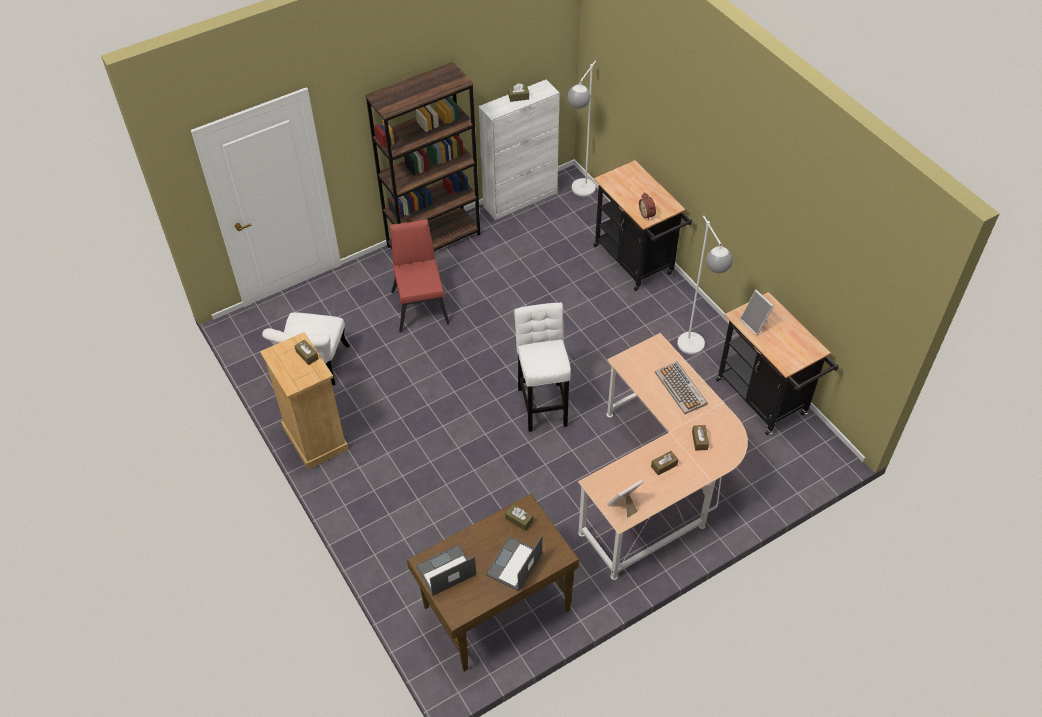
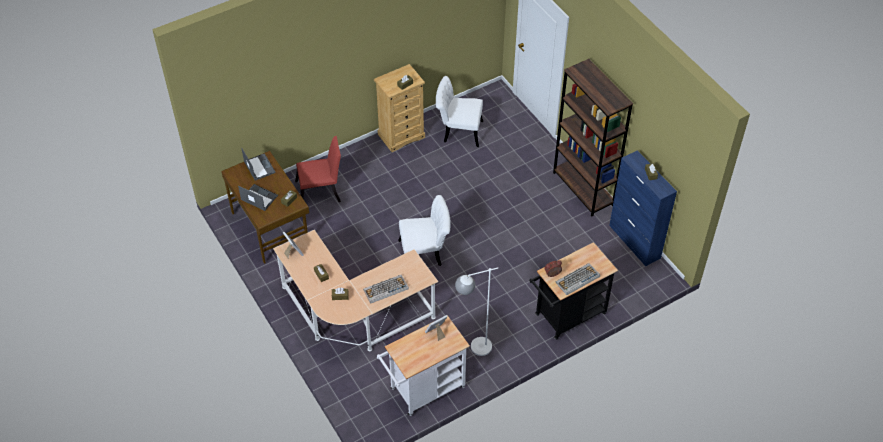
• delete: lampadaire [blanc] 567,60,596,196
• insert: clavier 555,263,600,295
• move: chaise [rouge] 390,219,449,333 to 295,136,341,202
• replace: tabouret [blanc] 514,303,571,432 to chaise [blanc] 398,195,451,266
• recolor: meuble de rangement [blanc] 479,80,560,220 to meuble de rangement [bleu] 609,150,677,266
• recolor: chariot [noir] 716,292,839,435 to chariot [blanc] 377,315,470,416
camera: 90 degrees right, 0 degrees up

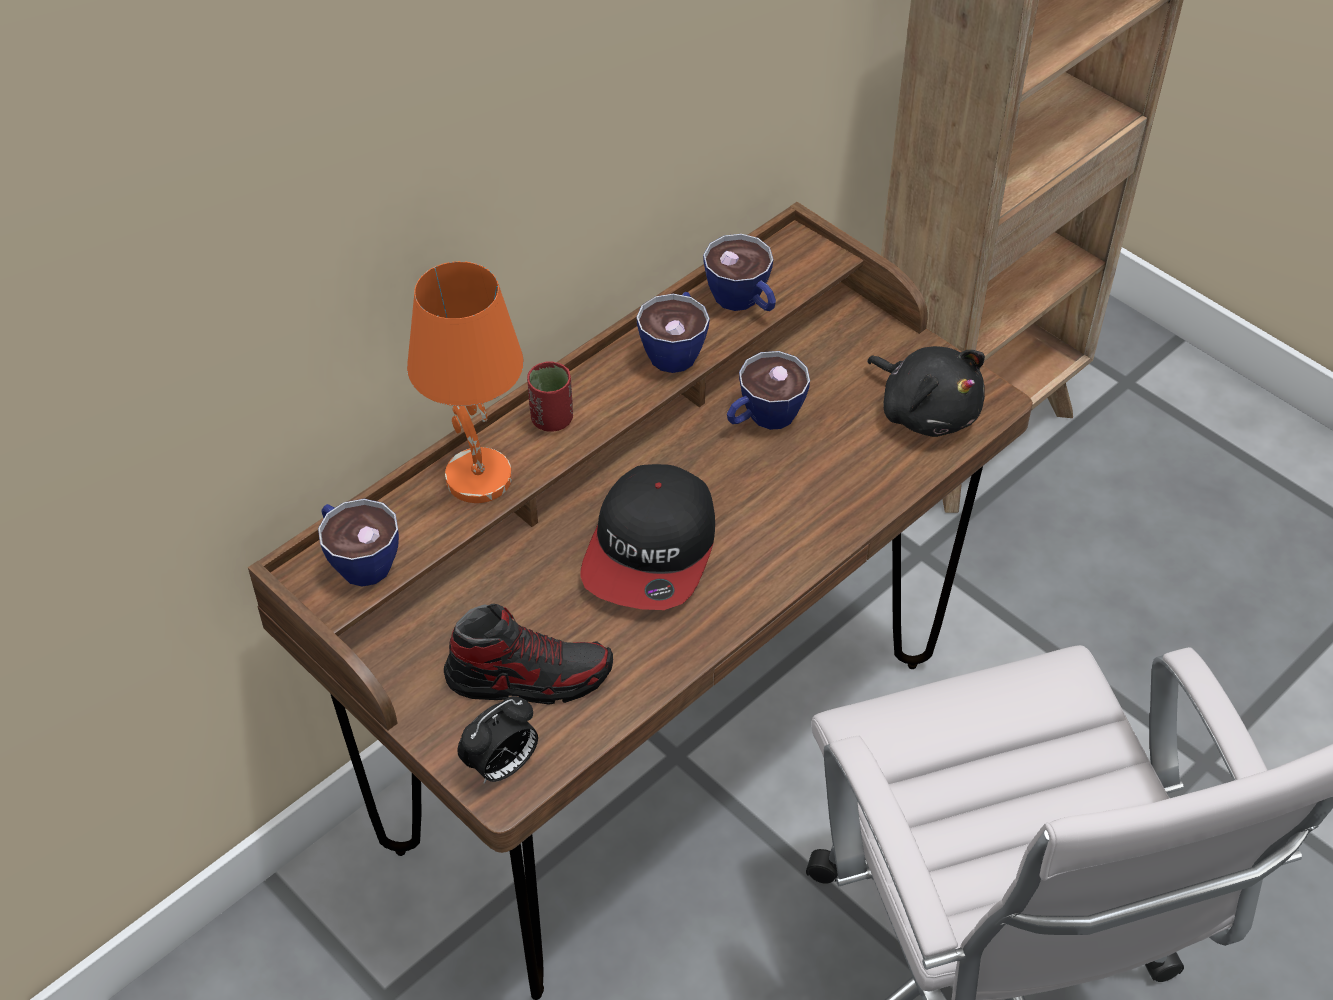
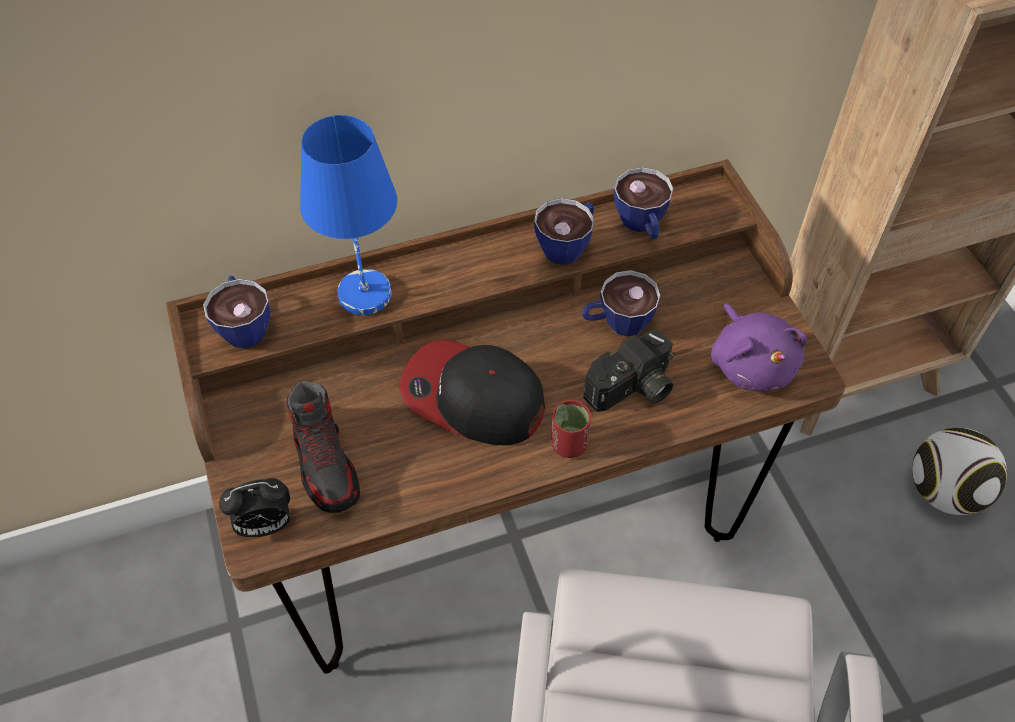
• insert: appareil photo 584,329,673,412
• insert: ballon de foot 912,428,1007,515
• move: tasse [rouge] 527,361,573,432 to 551,400,591,458
• recolor: lampe de table [orange] 407,261,523,503 to lampe de table [bleu] 300,115,397,315
• recolor: peluche [noir] 867,346,985,437 to peluche [violet] 711,303,807,391
• rotate: chaussure 444,604,613,705 = 286,381,360,513 45 degrees clockwise
• rotate: casquette 580,464,715,610 = 399,340,545,446 75 degrees clockwise
camera: 25 degrees right, 5 degrees up

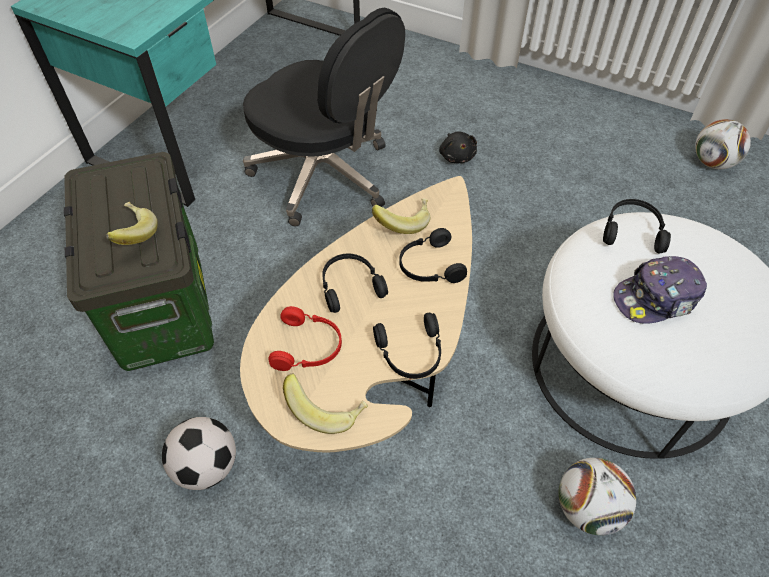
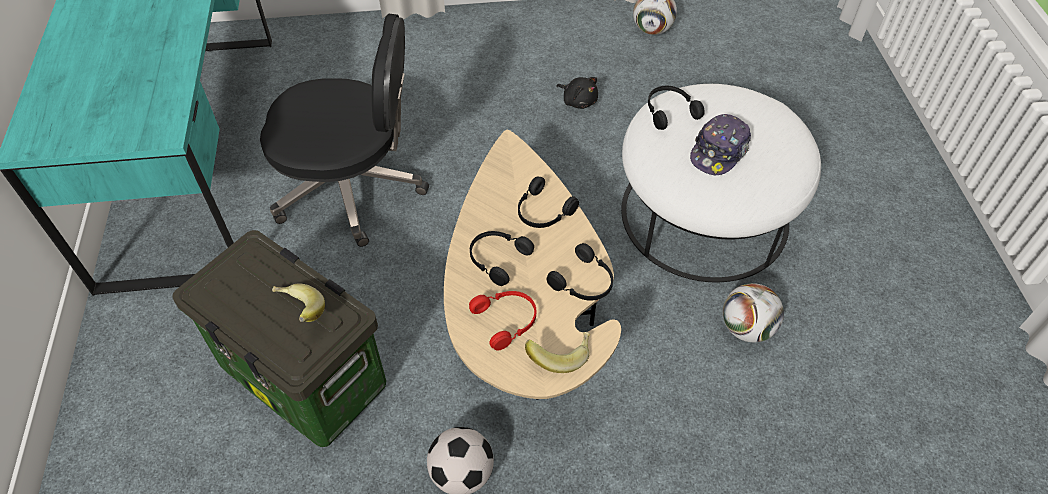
• delete: banane 372,198,430,234
• move: peluche [noir] 439,131,477,163 to 556,77,598,109
camera: 35 degrees left, 0 degrees up

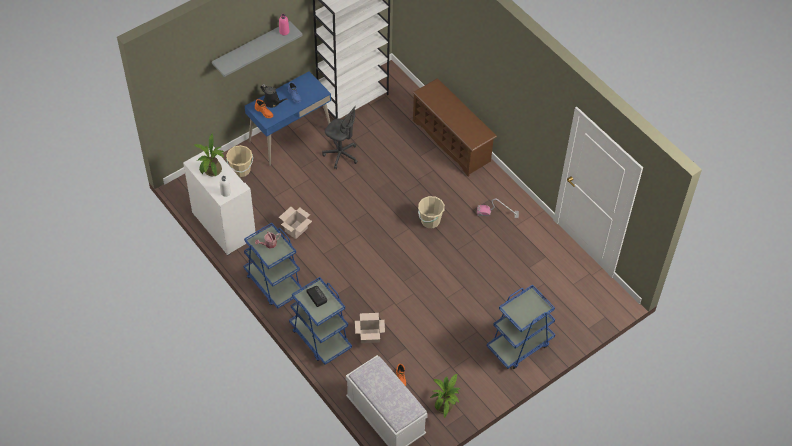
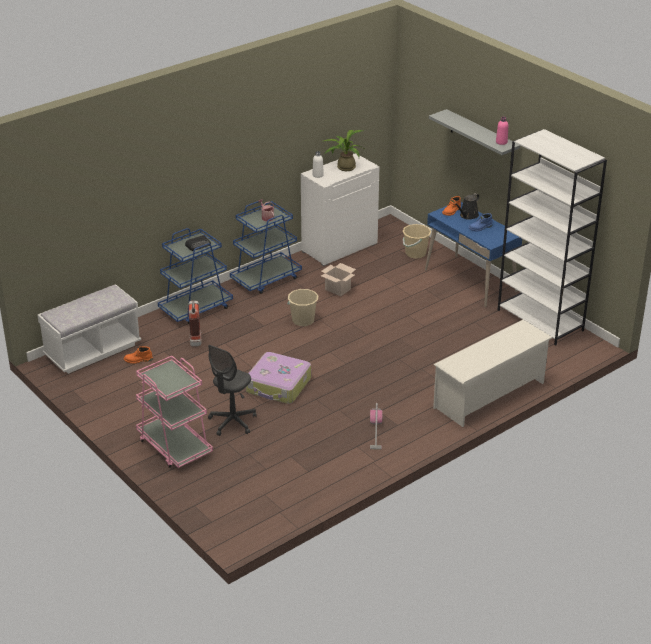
• delete: plante en pot 430,374,460,419
• insert: valise 246,352,311,404
• move: chaise de bureau [gris] 322,106,358,169 to 208,345,257,436
• move: seau [beige] 418,196,445,228 to 287,289,318,326
• replace: carton 355,313,385,343 to extincteur 189,300,202,347
• recolor: étagère à chaussures [marron] 412,78,497,176 to étagère à chaussures [blanc] 433,320,553,427
• recolor: chariot [bleu] 487,285,555,369 to chariot [rose] 136,356,213,468
camera: 90 degrees right, 20 degrees down

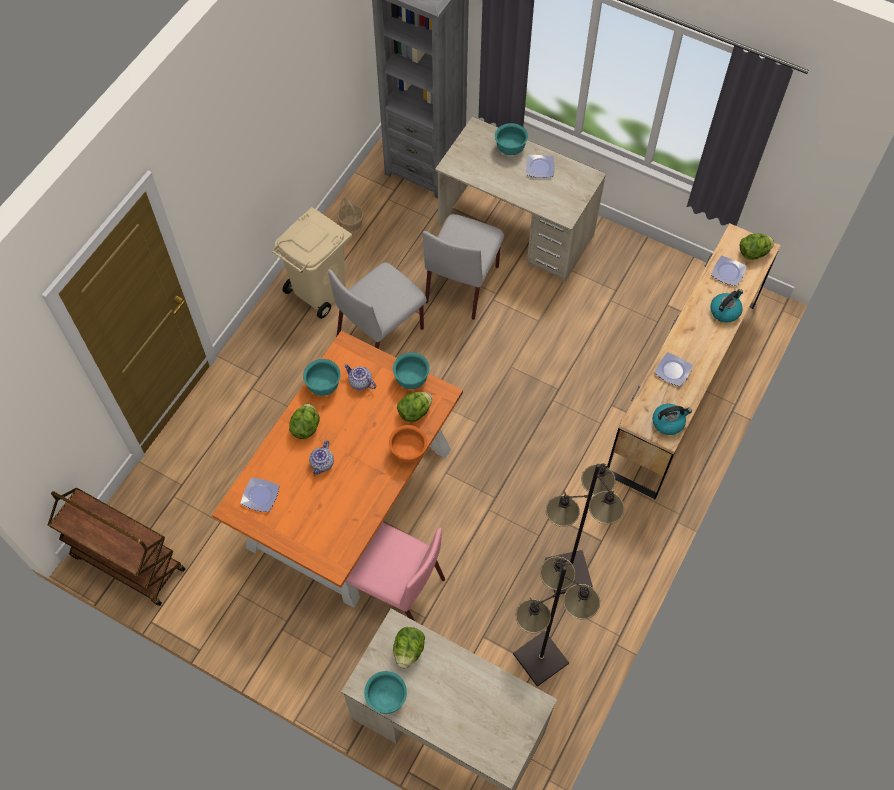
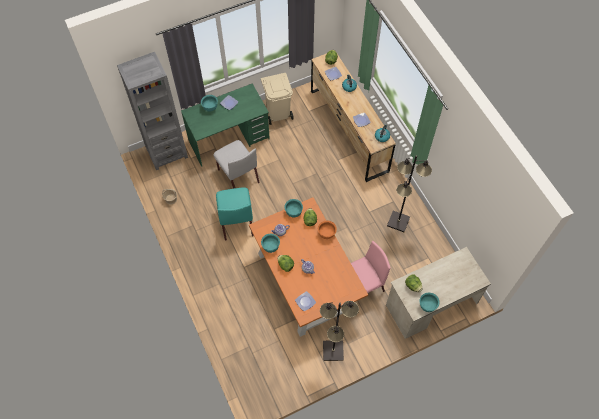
• delete: chariot [marron] 48,488,185,606
• move: poubelle [beige] 272,207,352,319 to 261,73,294,125
• move: lampadaire [noir] 513,556,600,687 to 320,301,359,361
• recolor: chaise [gris] 328,262,427,349 to chaise [turquoise] 216,187,254,241
• recolor: bureau [beige] 435,116,606,283 to bureau [vert] 181,84,270,167
camera: 55 degrees left, 0 degrees up

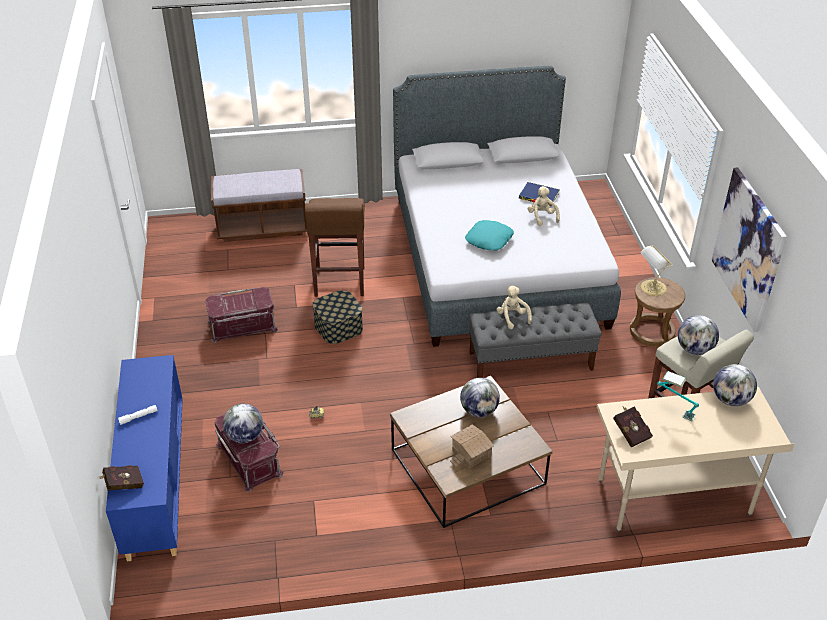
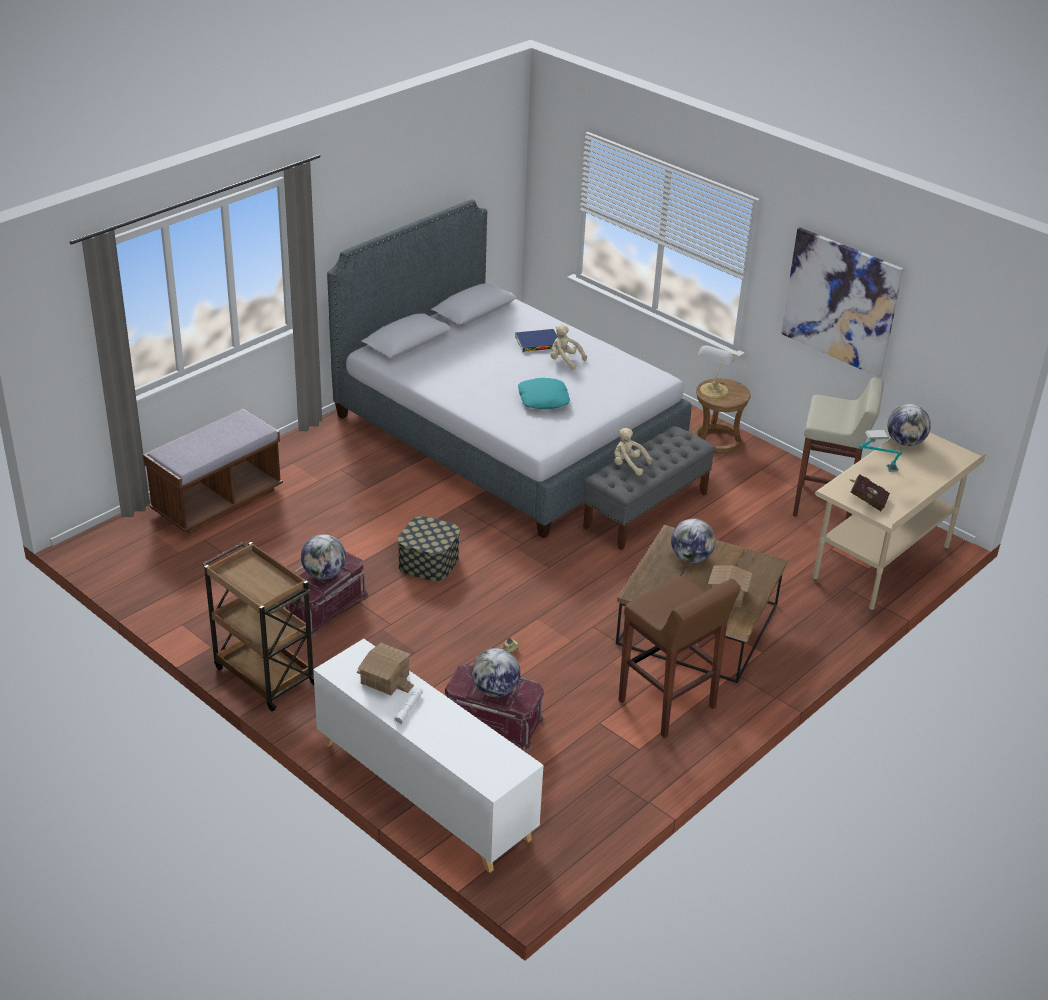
• delete: livre [rouge] 99,465,144,491
• insert: chariot [marron] 202,542,314,711
• insert: maison miniature 357,643,414,695
• move: tabouret [marron] 305,198,365,297 to 619,576,741,738
• move: globe 678,315,719,355 to 301,534,346,579
• recolor: meuble de rangement [bleu] 106,355,183,561 to meuble de rangement [blanc] 313,639,544,873
camera: 40 degrees left, 5 degrees down

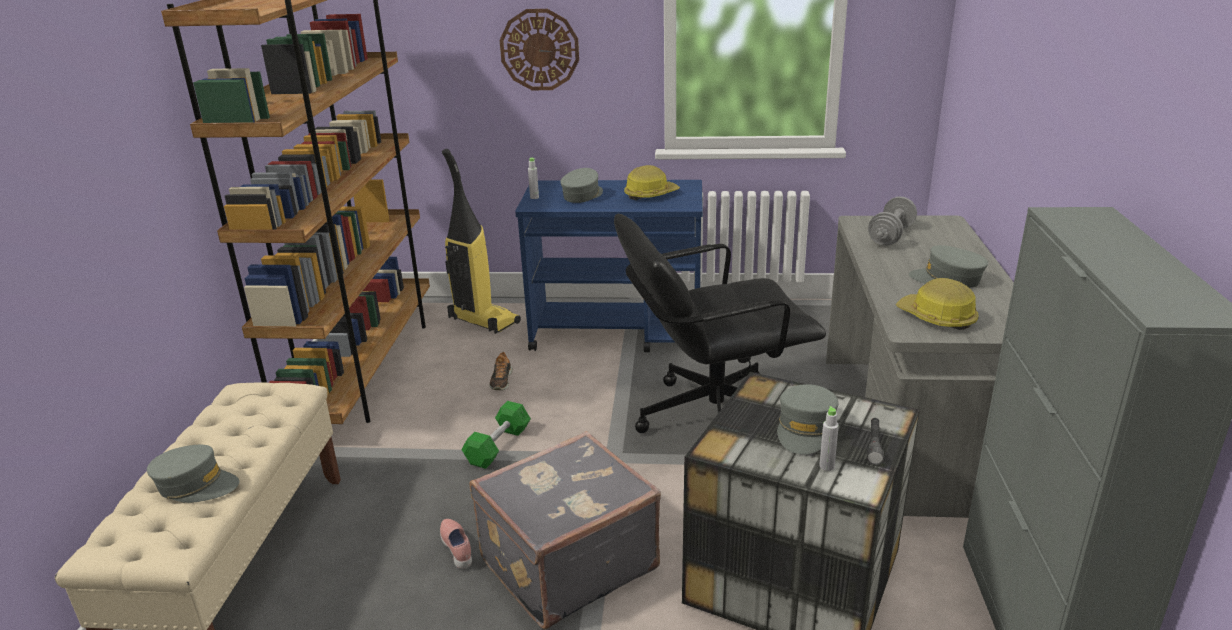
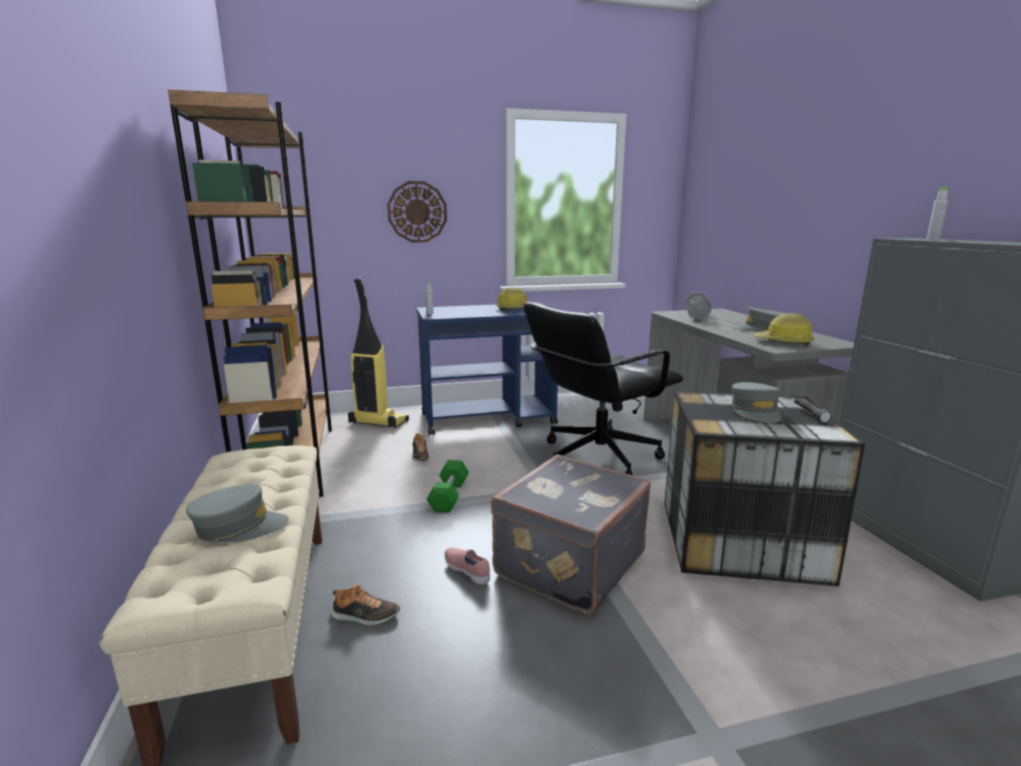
• delete: casquette [gris] 560,168,603,203
• insert: chaussure 330,584,400,625
• move: bouteille [gris] 819,406,839,471 to 927,187,948,240
camera: 20 degrees left, 10 degrees down

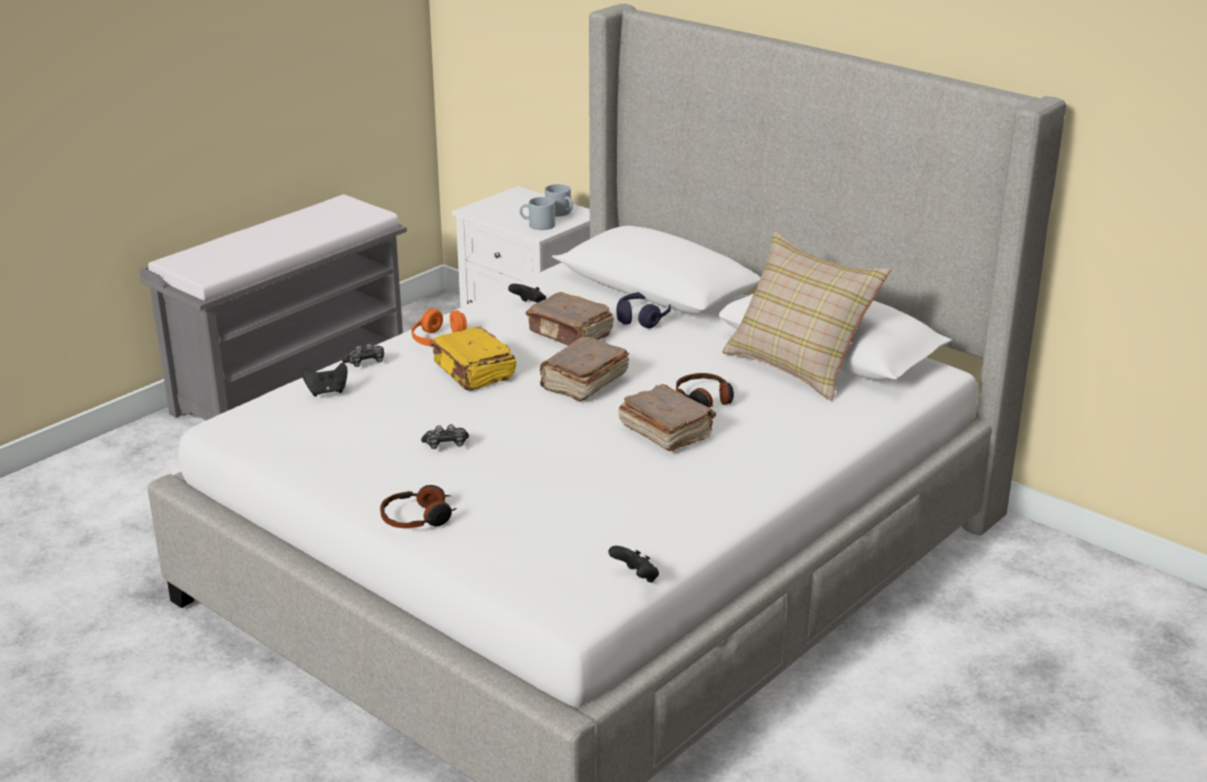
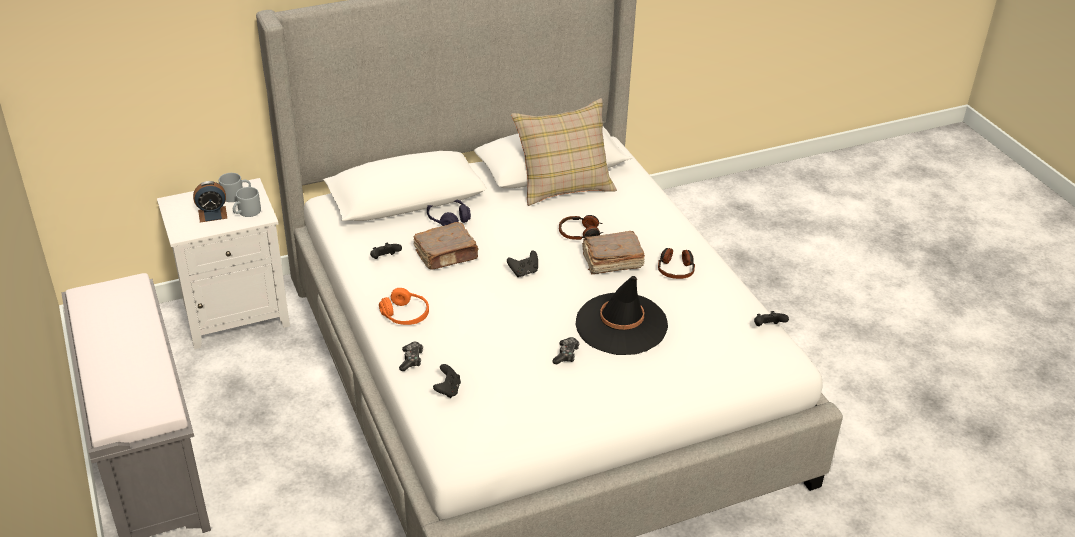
• delete: livre [jaune] 430,326,516,391
• insert: réveil 193,181,228,223
• insert: chapeau [noir] 576,276,668,355
• move: casque audio 380,485,457,528 to 658,248,695,279
• replace: livre [marron] 539,337,630,402 to manette [noir] 507,250,538,277
camera: 65 degrees left, 10 degrees up

